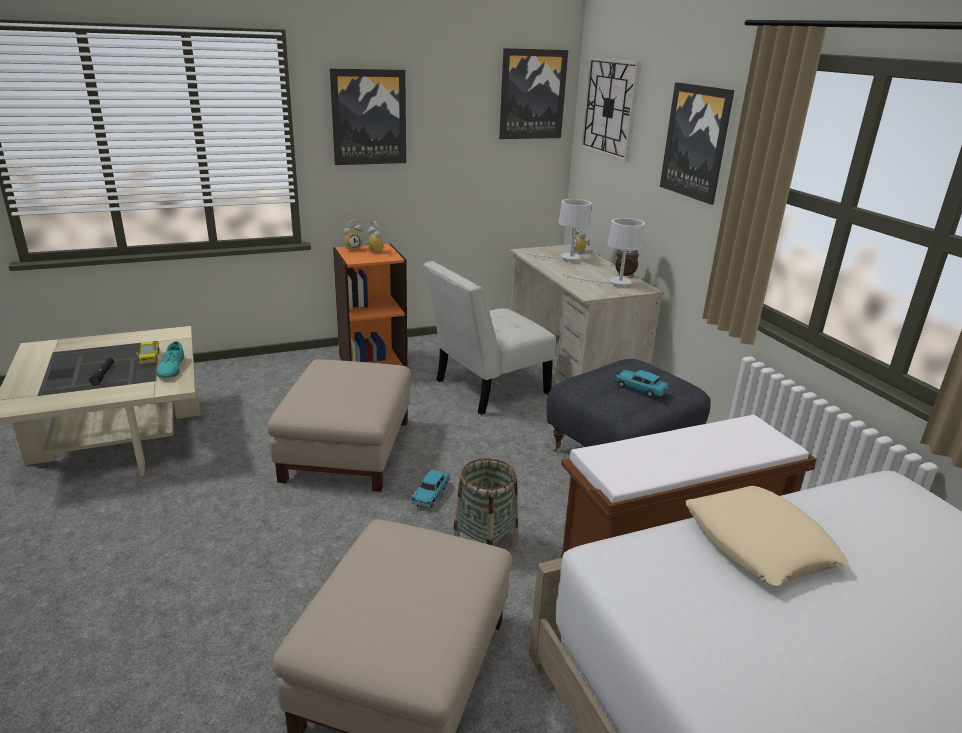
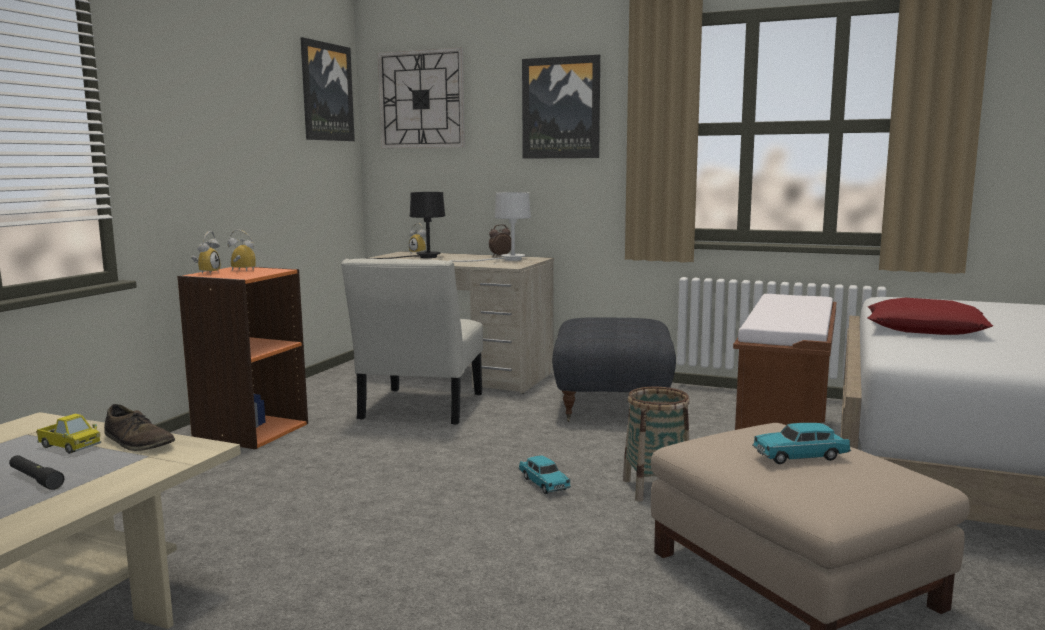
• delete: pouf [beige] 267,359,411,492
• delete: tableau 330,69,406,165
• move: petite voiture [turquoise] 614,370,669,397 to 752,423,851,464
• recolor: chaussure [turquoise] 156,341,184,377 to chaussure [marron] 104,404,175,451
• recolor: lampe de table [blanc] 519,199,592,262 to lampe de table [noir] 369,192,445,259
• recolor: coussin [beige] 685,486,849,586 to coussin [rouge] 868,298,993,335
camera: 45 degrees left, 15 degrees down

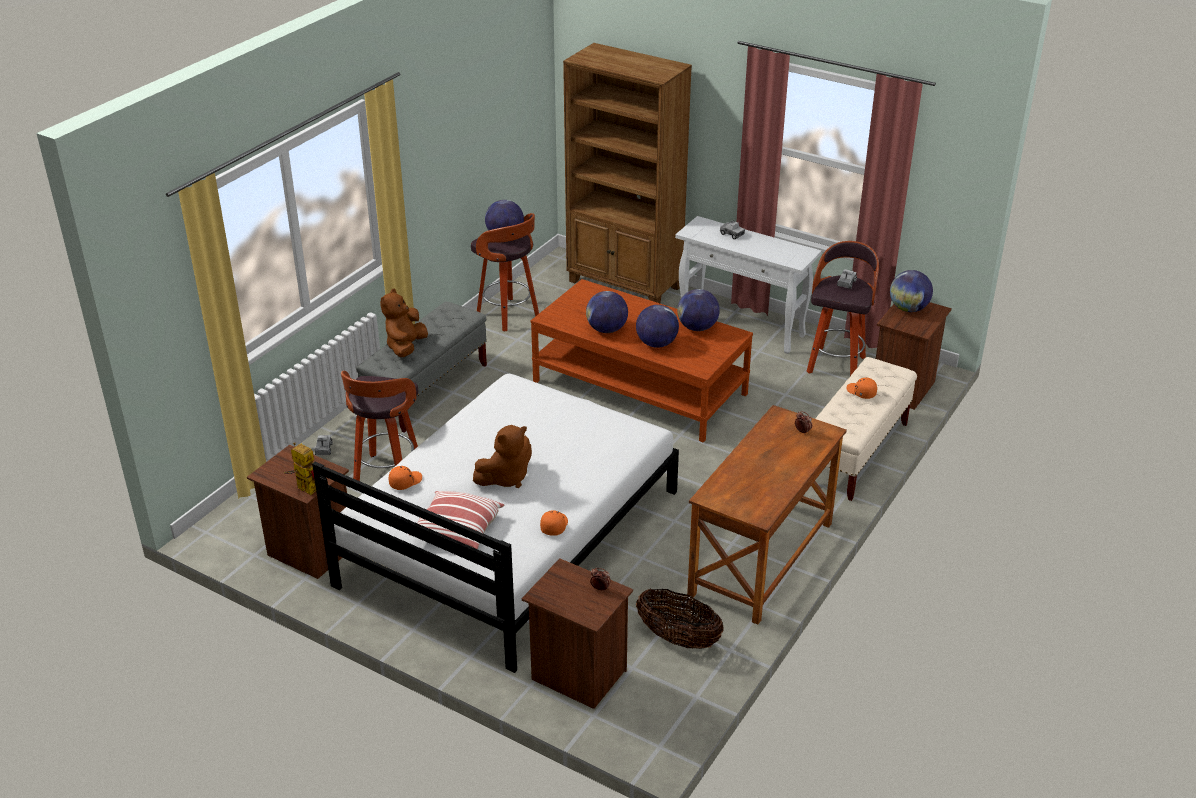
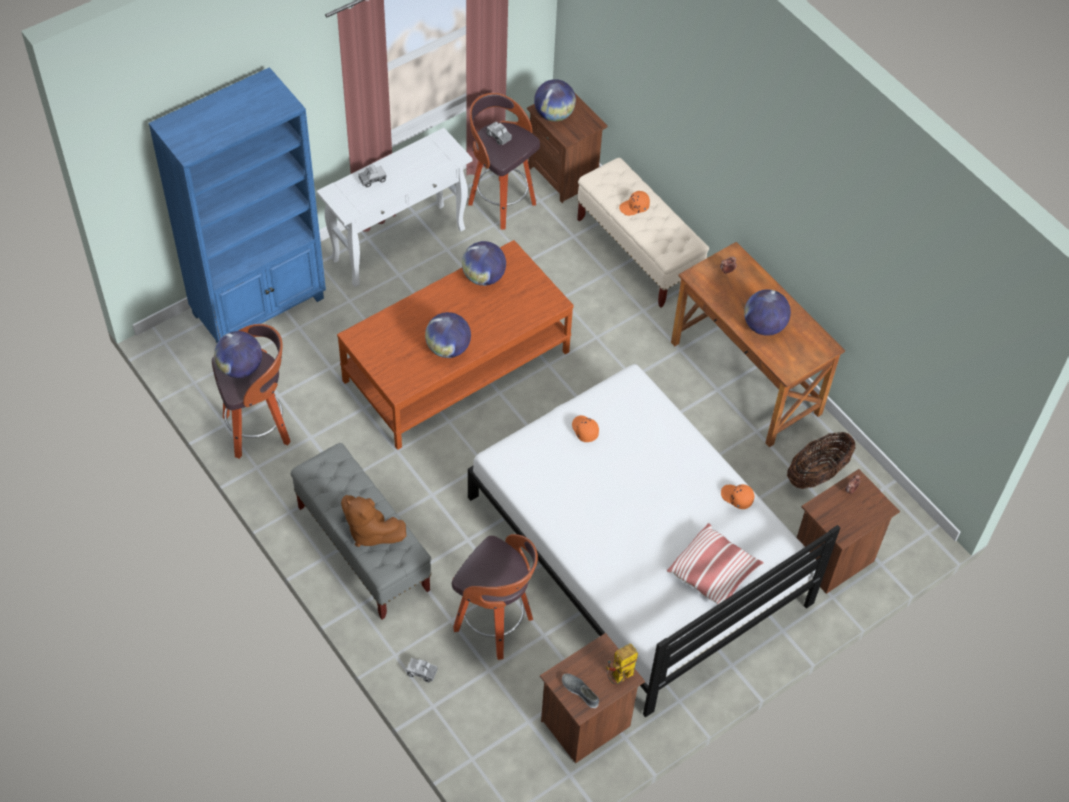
• delete: peluche [marron] 473,425,532,488
• insert: chaussure [gris] 562,674,599,708
• move: casquette [orange] 389,466,422,490 to 572,415,599,442
• move: globe 636,305,679,348 to 744,289,791,336
• recolor: bibliothèque [marron] 563,43,692,303 to bibliothèque [bleu] 148,67,326,343
camera: 70 degrees left, 20 degrees up

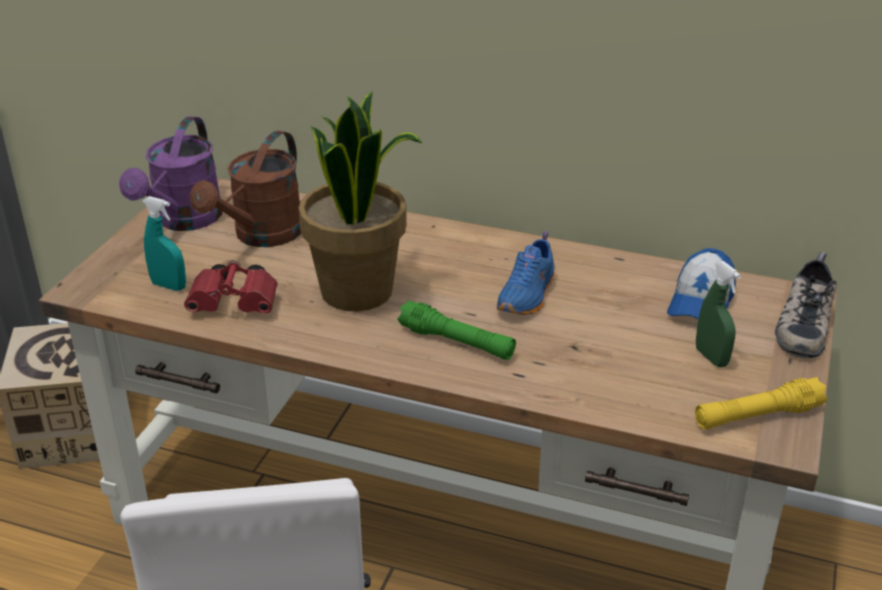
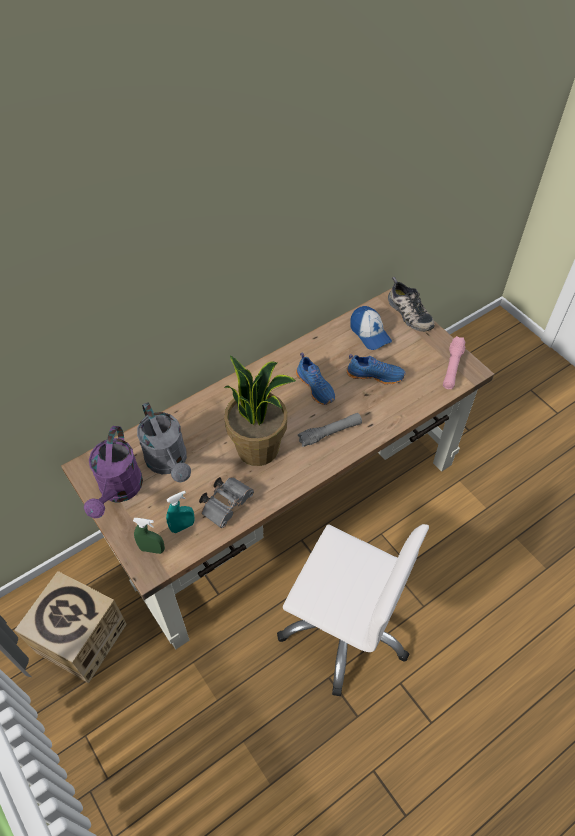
• insert: chaussure [bleu] 346,355,405,385
• move: vaporisateur [vert] 696,261,741,367 to 133,518,165,554
• recolor: jumelles [rouge] 184,260,278,313 to jumelles [gris] 199,477,254,528
• recolor: arrosoir [marron] 190,130,301,247 to arrosoir [gris] 137,402,191,482
• recolor: lampe de poche [vert] 397,300,516,360 to lampe de poche [gris] 298,413,362,447
• recolor: lampe de poche [jaune] 695,377,828,429 to lampe de poche [rose] 443,336,466,389
• rotate: arrosoir [violet] 119,116,223,231 = 84,426,143,519 45 degrees clockwise
camera: 55 degrees left, 20 degrees up

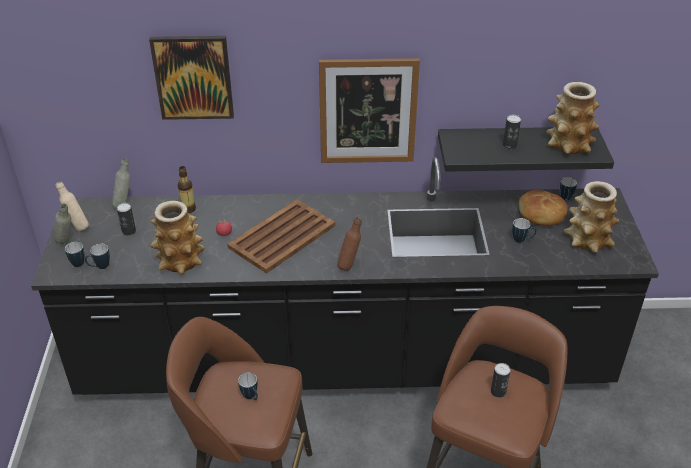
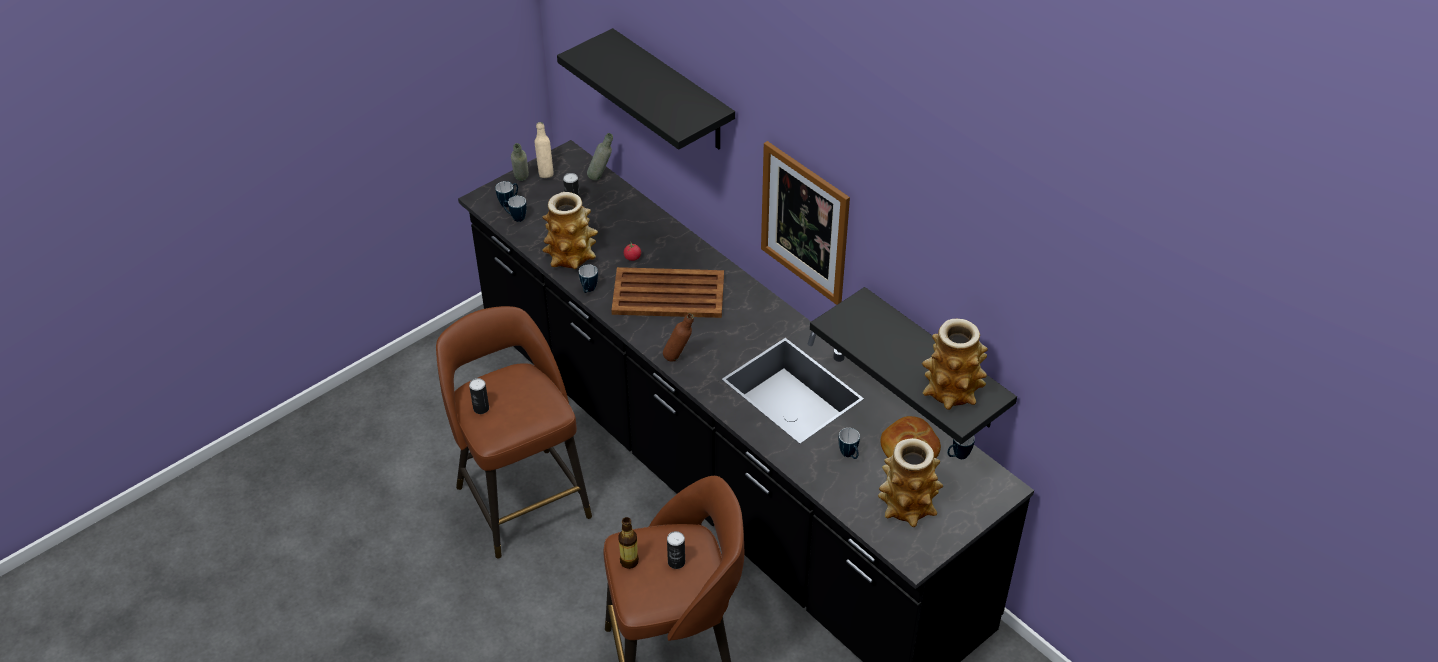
• move: bouteille 178,166,196,213 to 618,517,639,569
• move: mug 238,372,258,400 to 579,264,598,293
• move: boîte métallique 503,115,521,149 to 469,378,489,414
• replace: tableau 149,36,234,120 to étagère [noir] 557,28,735,150
camera: 50 degrees right, 5 degrees up

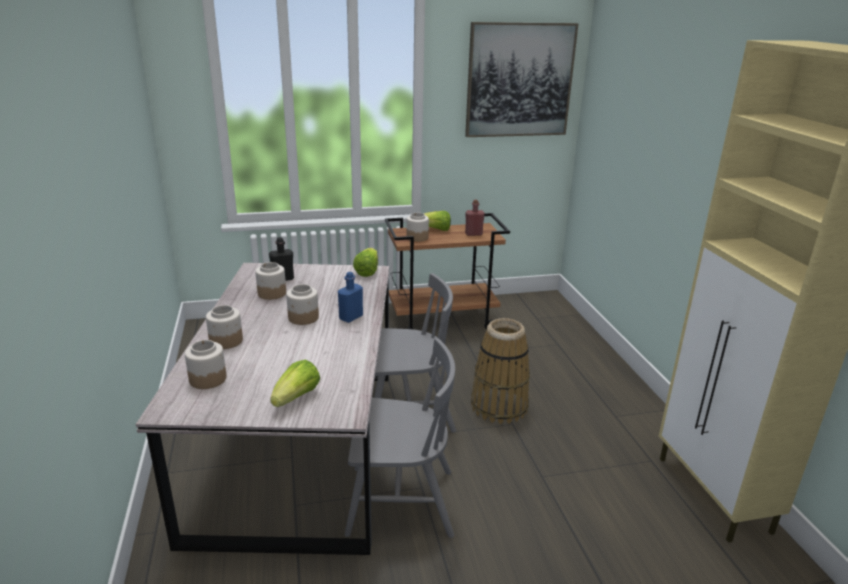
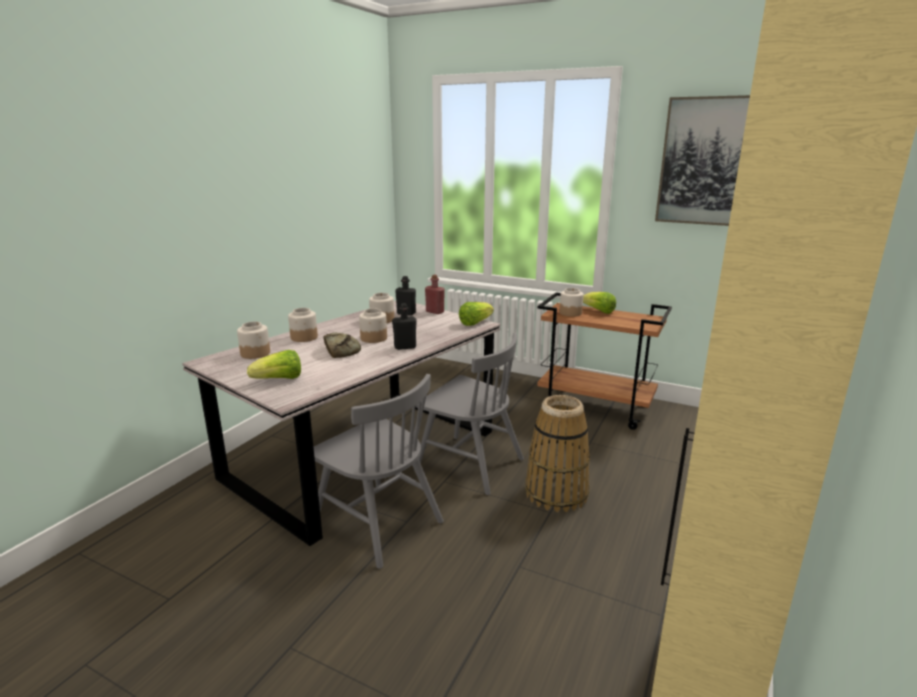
• insert: pain 323,333,361,358
• move: bouteille [rouge] 465,200,485,236 to 425,275,445,314
• recolor: bouteille [bleu] 338,272,363,323 to bouteille [noir] 392,303,417,350
camera: 40 degrees right, 5 degrees down

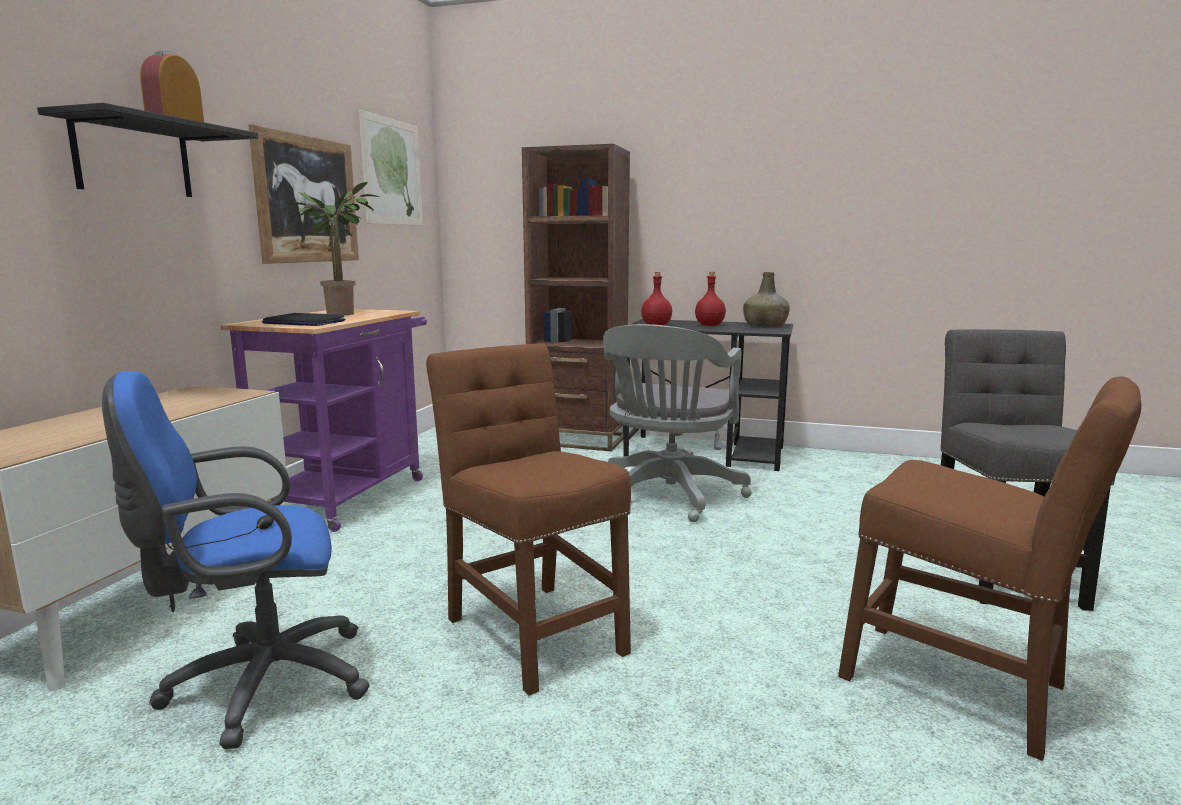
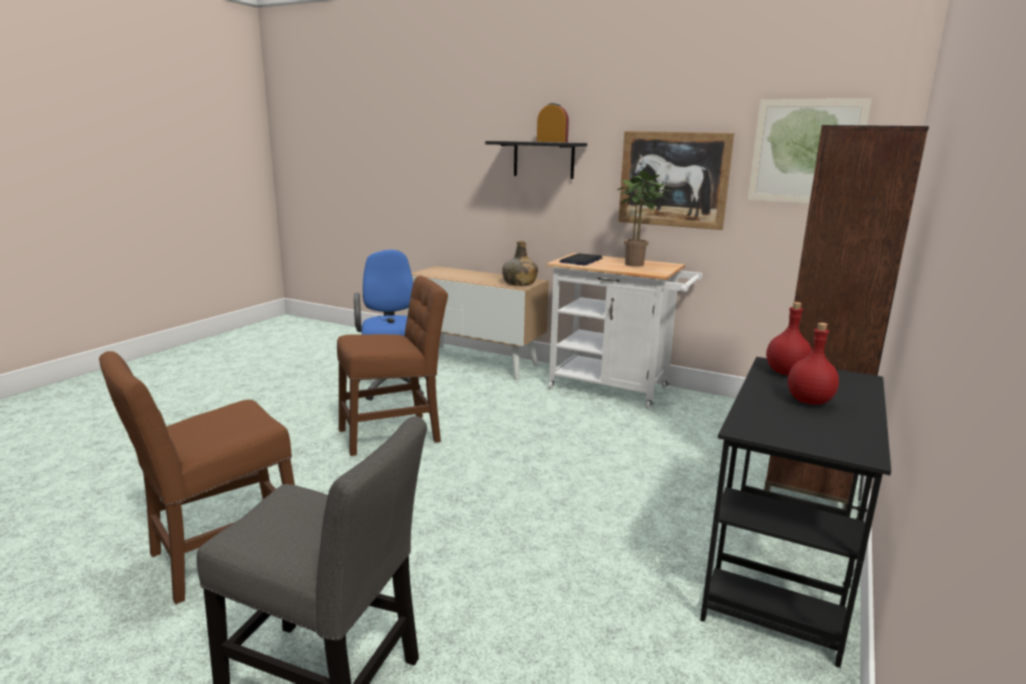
• delete: chaise de bureau [gris] 603,324,751,522
• move: bouteille [vert] 743,272,790,327 to 502,241,538,286
• recolor: chariot [violet] 220,309,427,532 to chariot [blanc] 546,253,703,409
camera: 100 degrees right, 5 degrees up

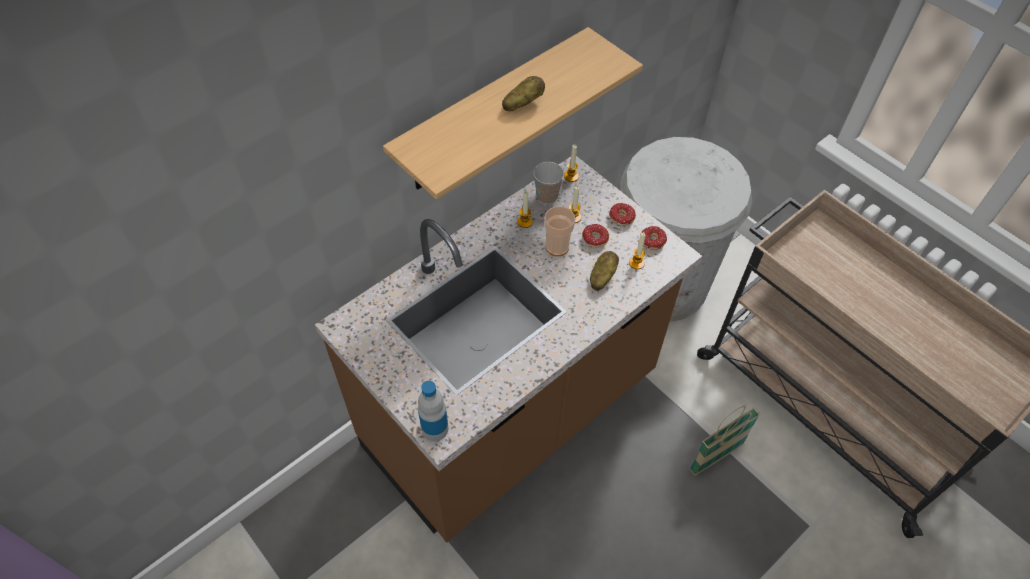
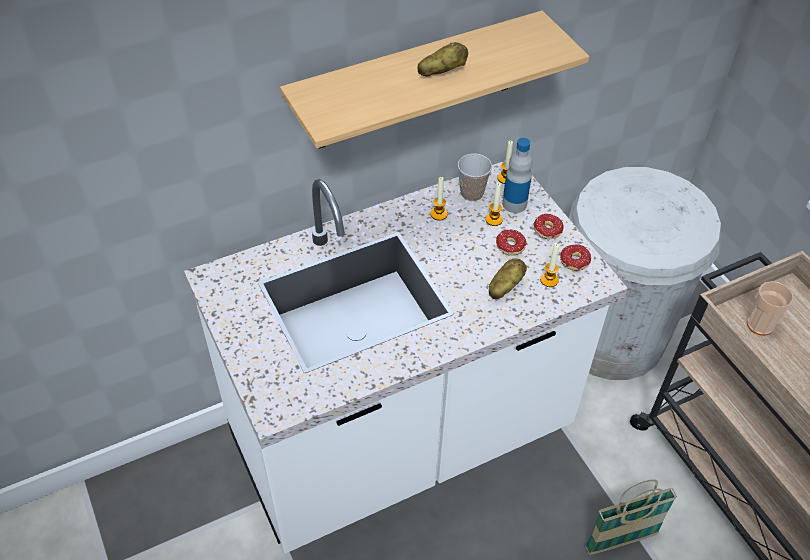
• move: bouteille 418,381,448,441 to 502,138,533,213
• move: tasse 544,206,575,256 to 747,281,793,336
• recolor: comptoir de cuisine [marron] 315,156,702,543 to comptoir de cuisine [blanc] 184,161,628,554
camera: 15 degrees right, 5 degrees down

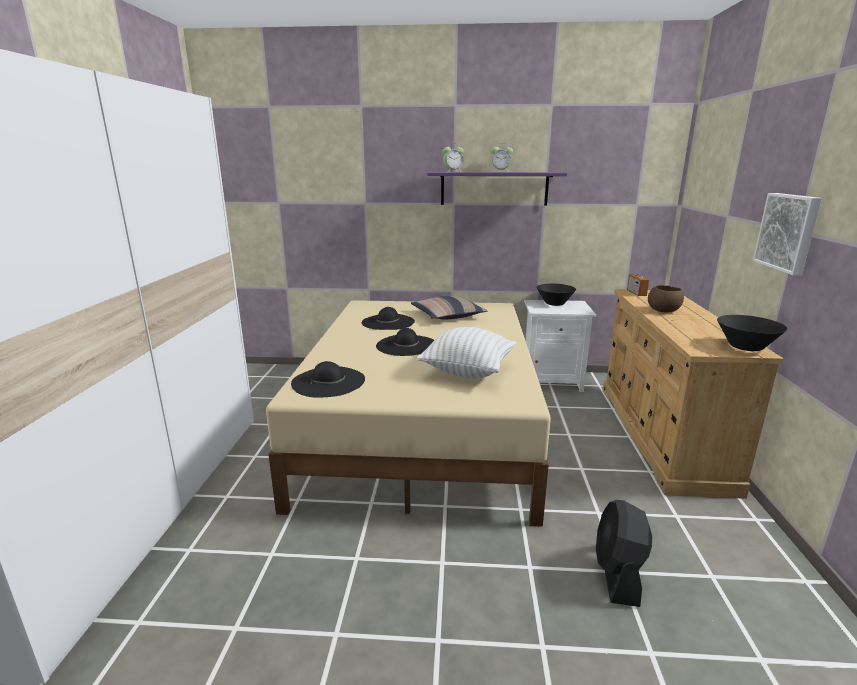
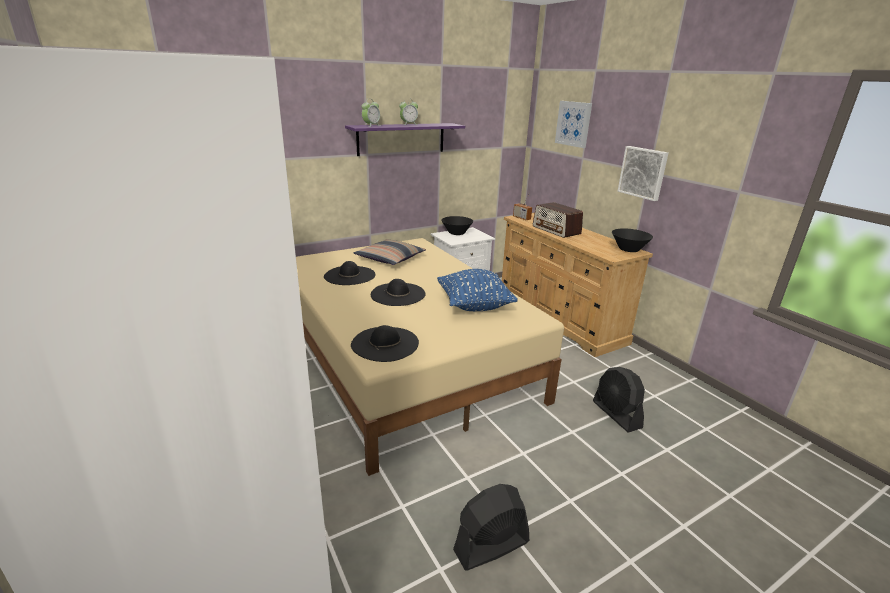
• insert: ventilateur [noir] 453,484,529,571
• insert: tableau 555,101,592,148
• replace: bol [marron] 648,285,684,313 to radio 533,202,583,238
• recolor: coussin [blanc] 416,327,516,379 to coussin [bleu] 437,269,518,311
camera: 35 degrees left, 5 degrees up

